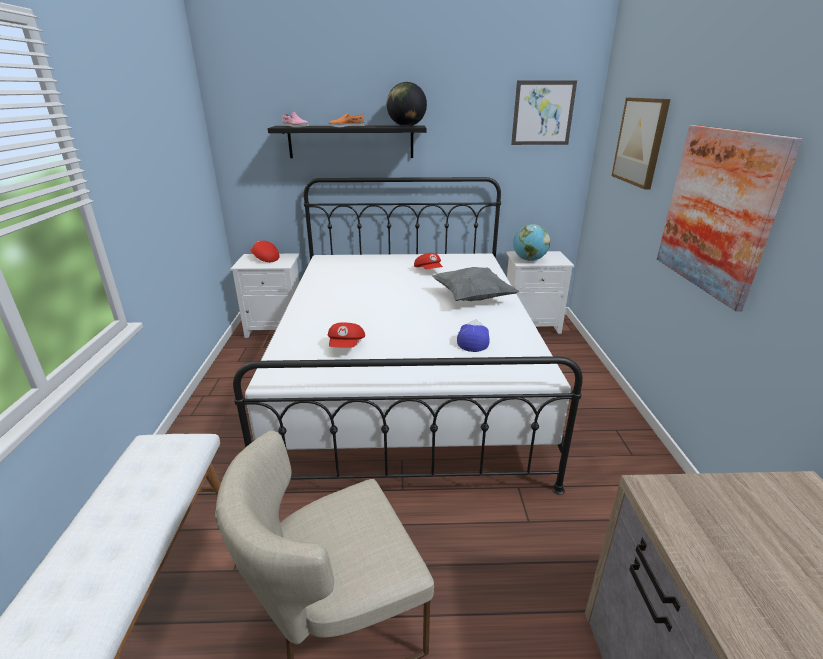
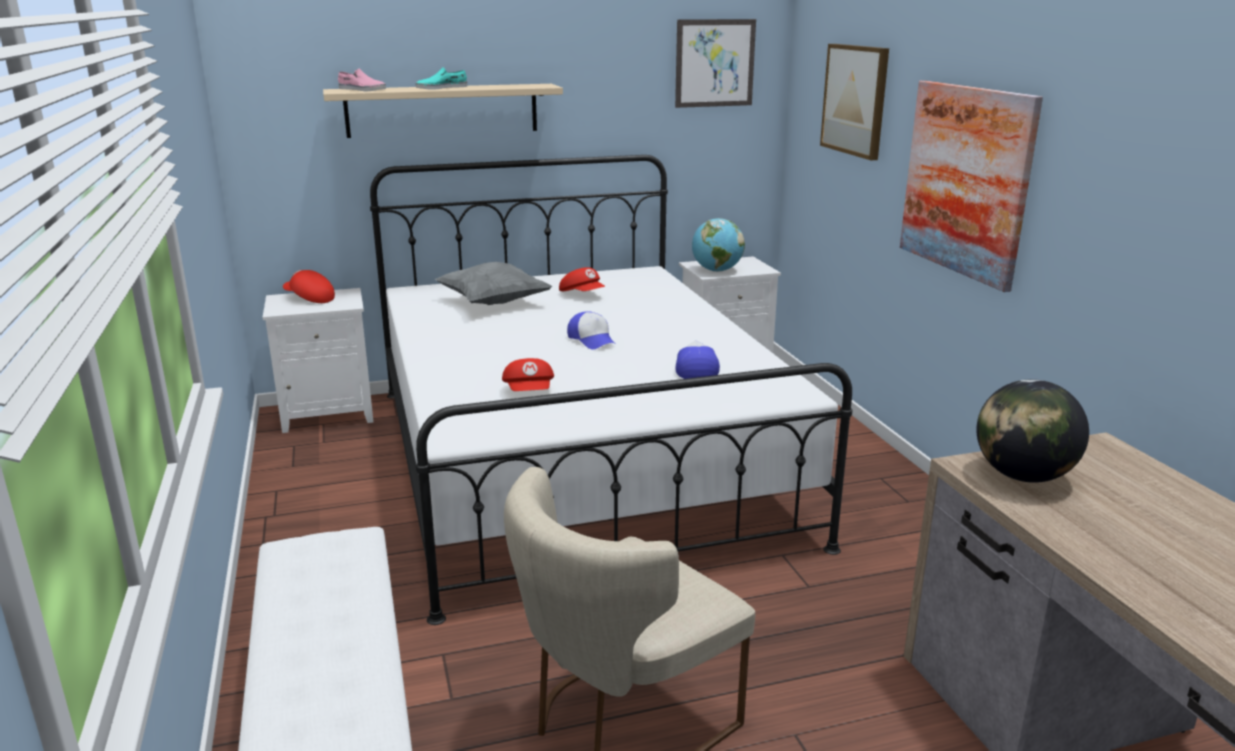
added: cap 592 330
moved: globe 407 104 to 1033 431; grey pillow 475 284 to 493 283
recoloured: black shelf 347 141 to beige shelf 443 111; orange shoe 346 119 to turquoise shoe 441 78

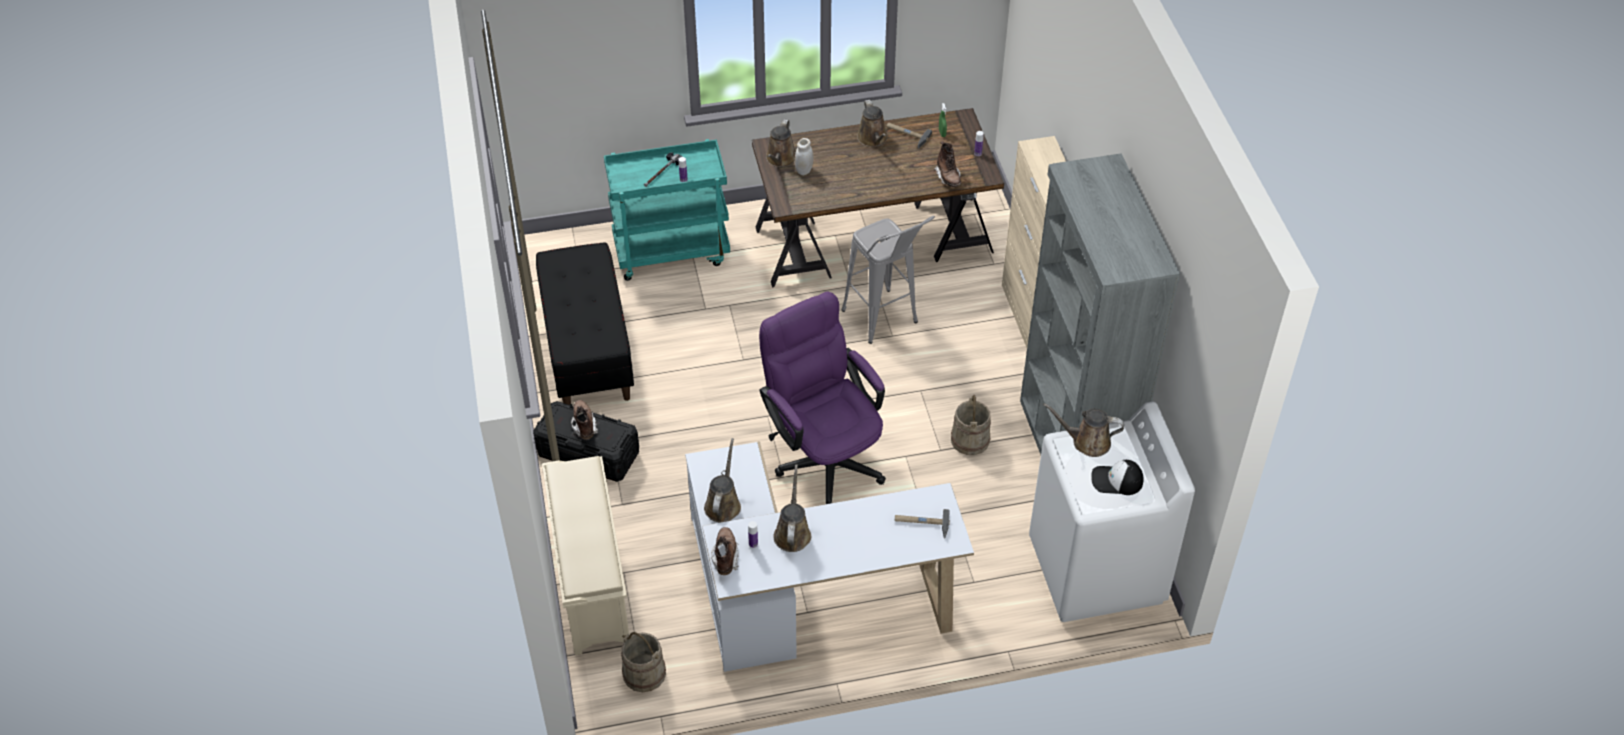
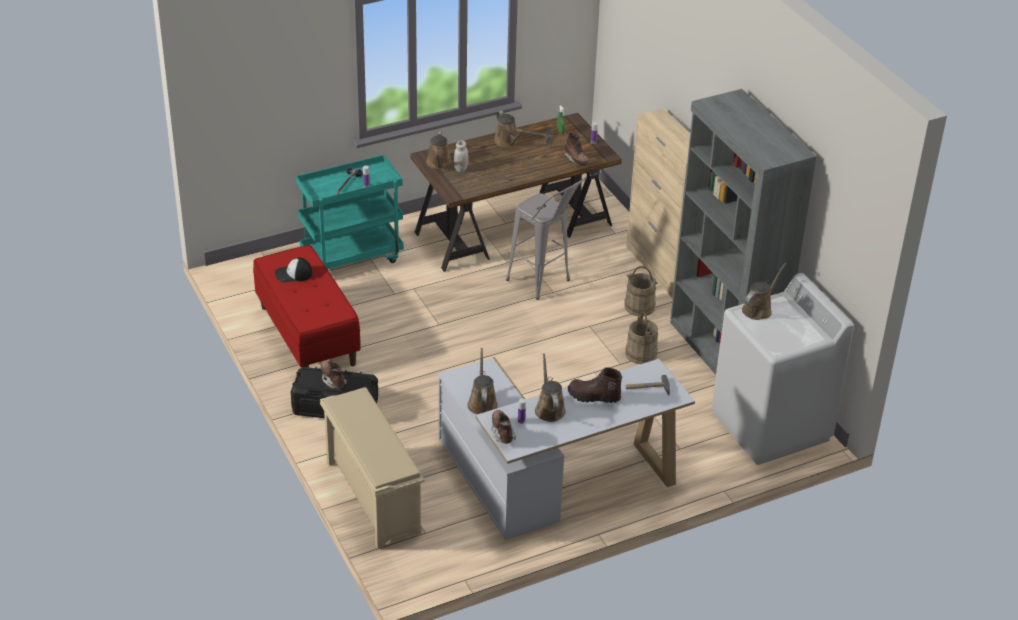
removed: purple office chair 822 397
added: brown boot 595 385
moved: beige bucket 643 662 to 641 291; cap 1117 477 to 293 269
recoloured: black bench 585 323 to red bench 307 306
turned: brown watering can 1083 430 = 764 291 135 degrees clockwise

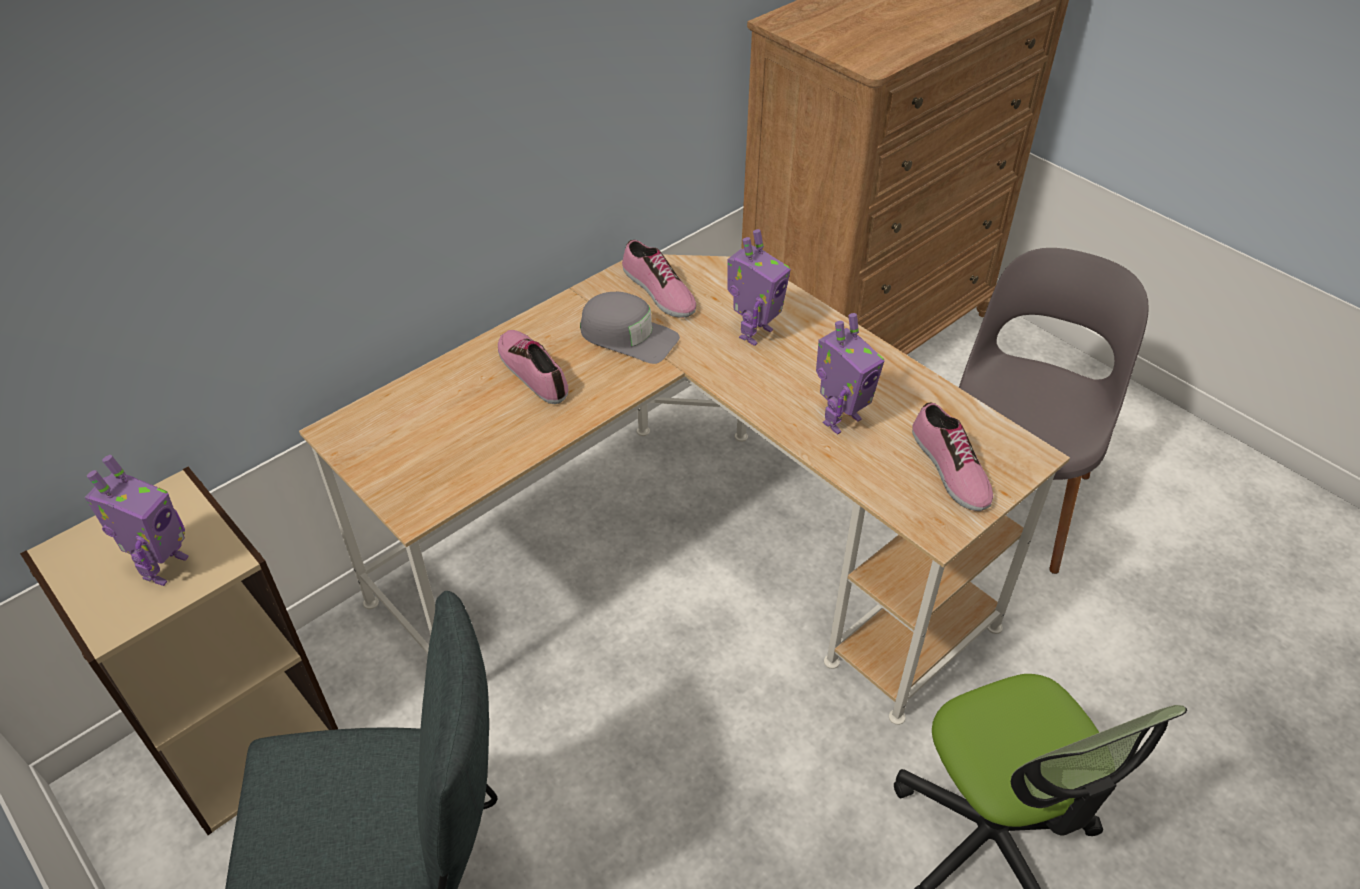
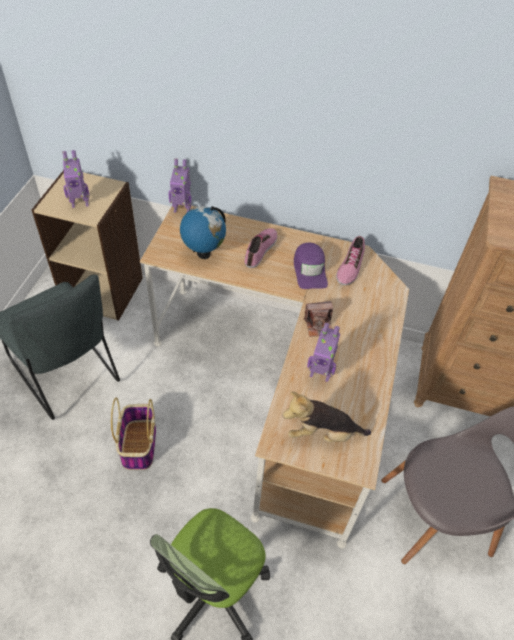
added: basket 133 433; globe 203 232; photo camera 318 319
moved: toy robot 759 287 to 179 185
replaced: shoe 952 456 to plush toy 327 416
recoloured: grey cap 630 328 to purple cap 311 266

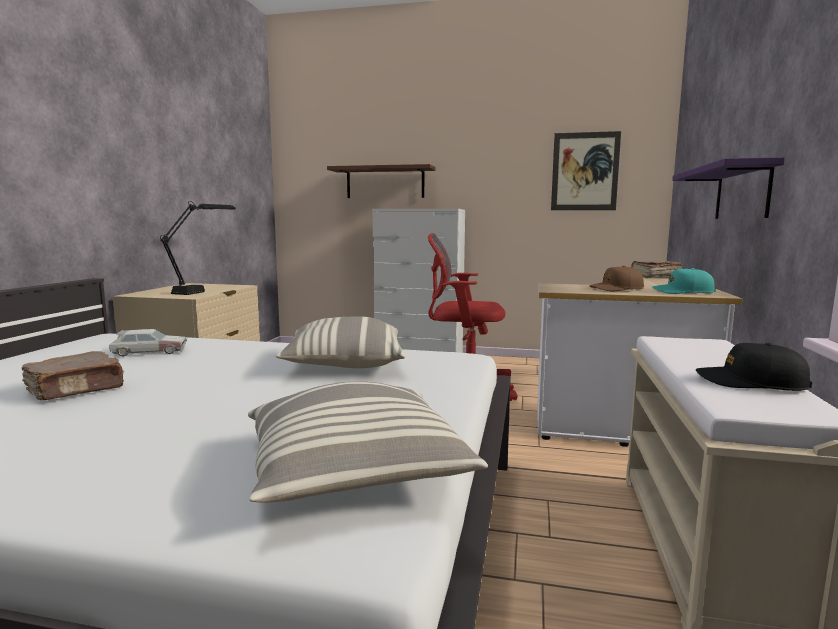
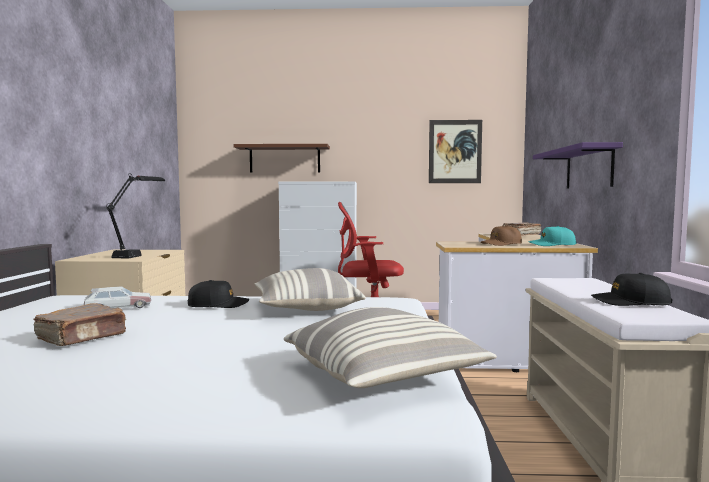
added: black cap 218 294

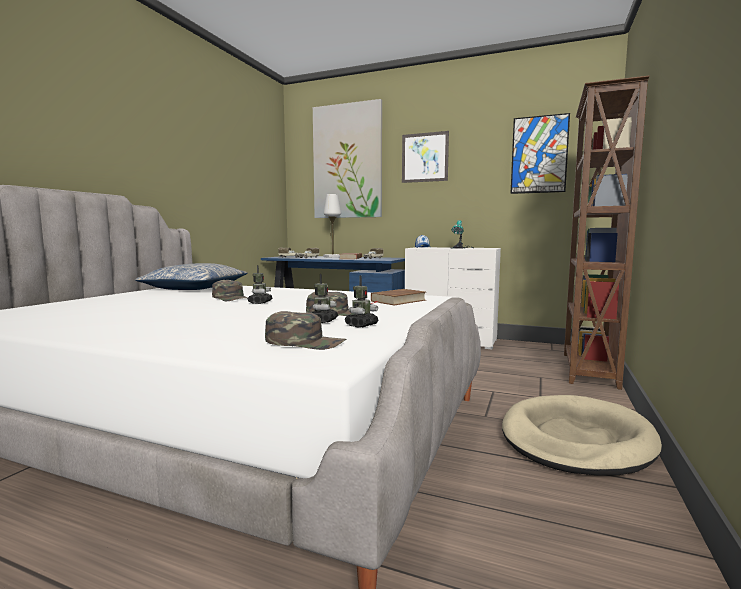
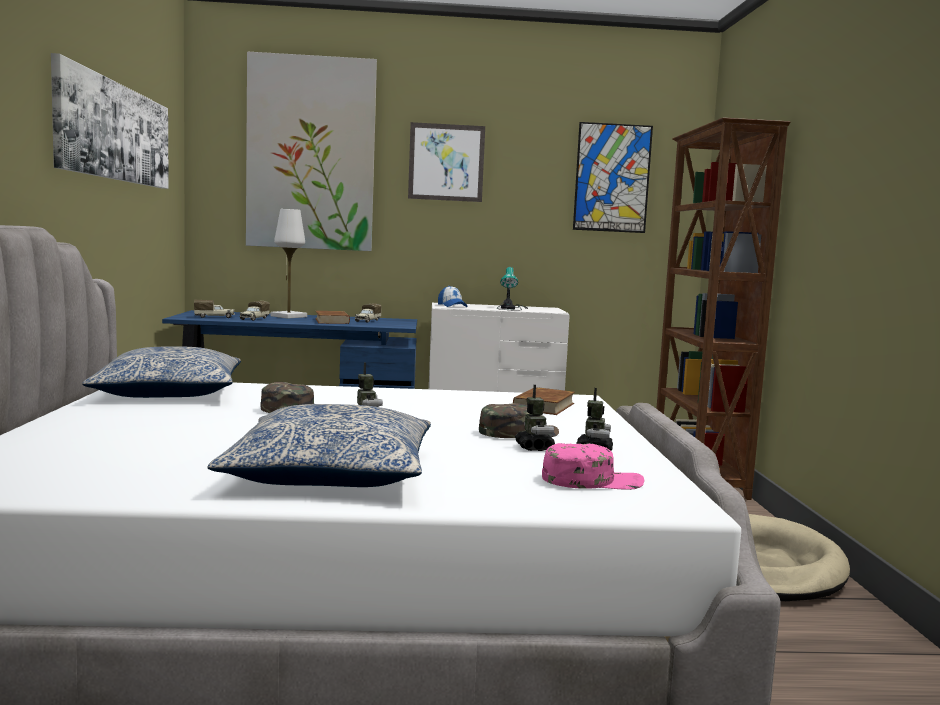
added: picture 110 121; pillow 319 445
recoloured: green cap 305 330 to pink cap 593 466

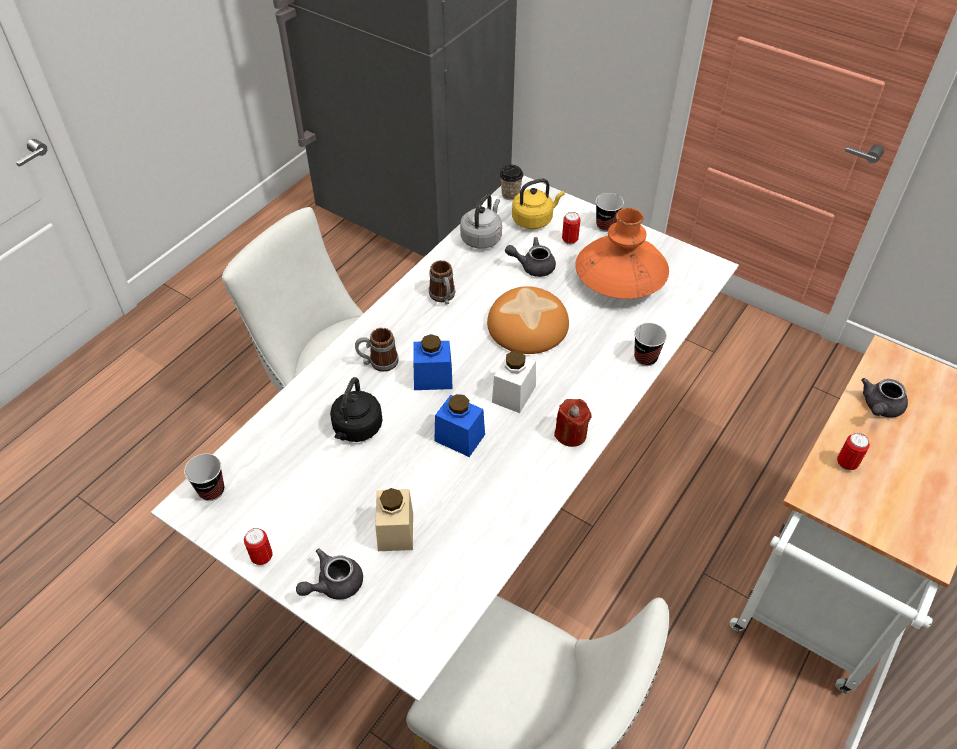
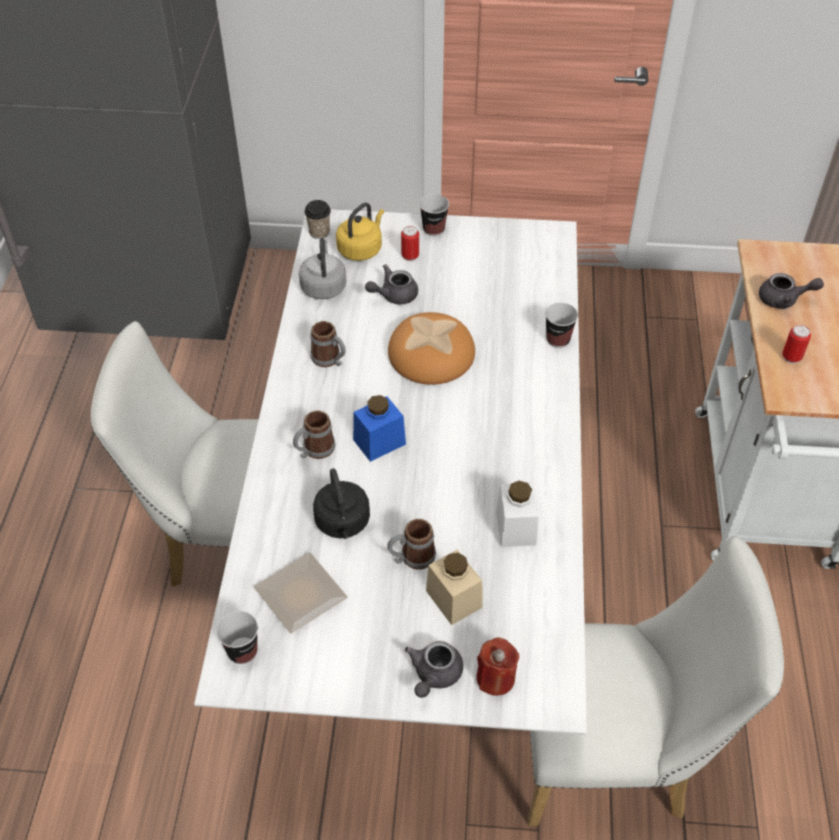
removed: can 258 546; blue jar 459 425; orange vase 622 253
added: plate 301 593; mug 411 544
moved: white jar 514 382 to 517 514; red candle 573 423 to 497 666
turned: grey teapot 884 398 = 791 291 90 degrees counterclockwise

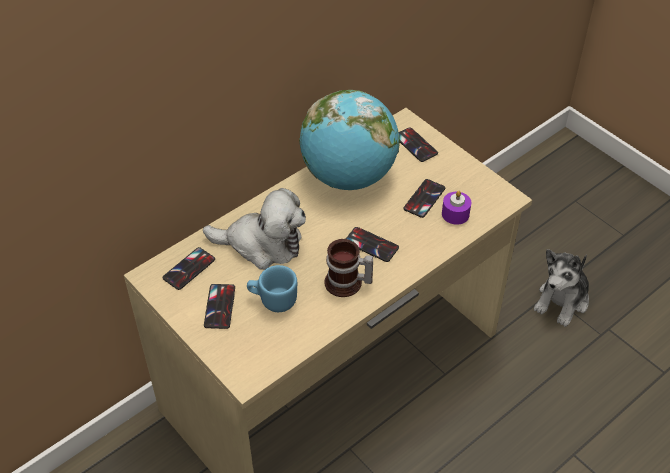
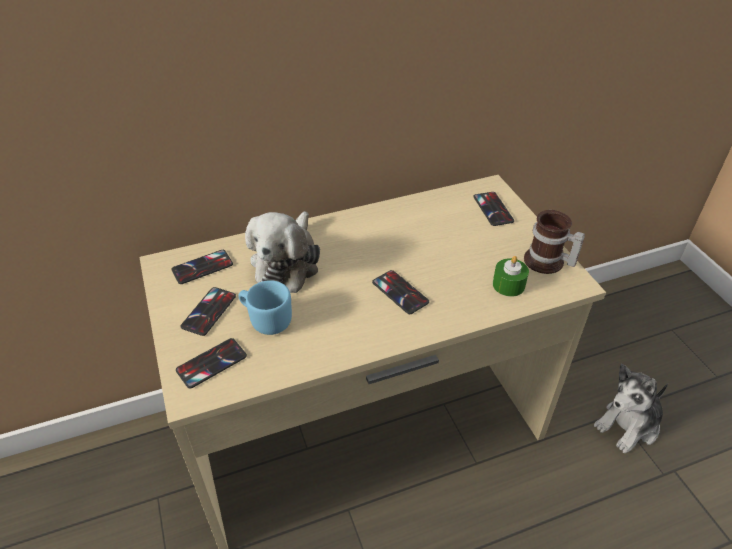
removed: globe 349 140
moved: mug 348 268 to 554 242; phone 424 198 to 211 363
recoloured: purple candle 456 208 to green candle 511 276
turned: plush toy 254 229 = 282 252 75 degrees clockwise

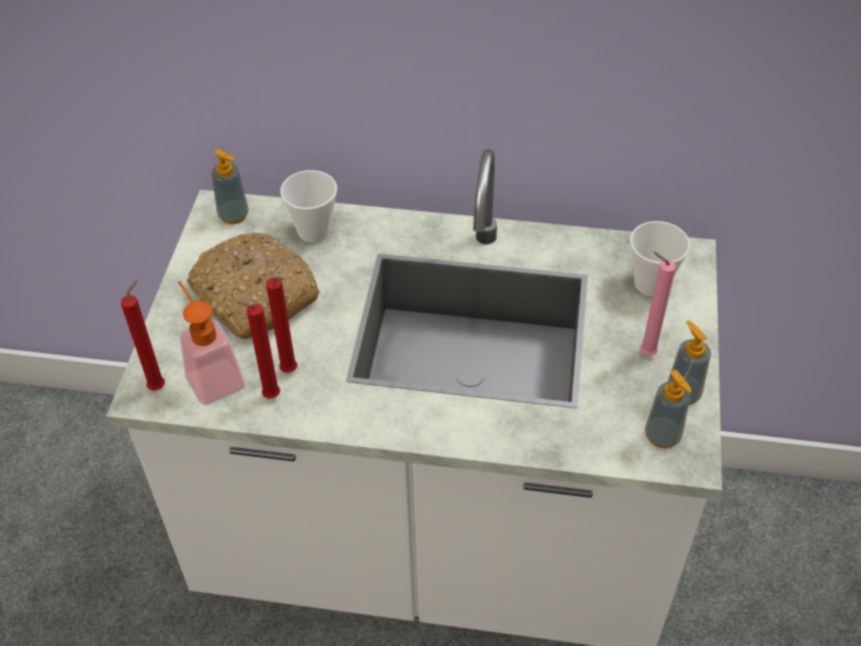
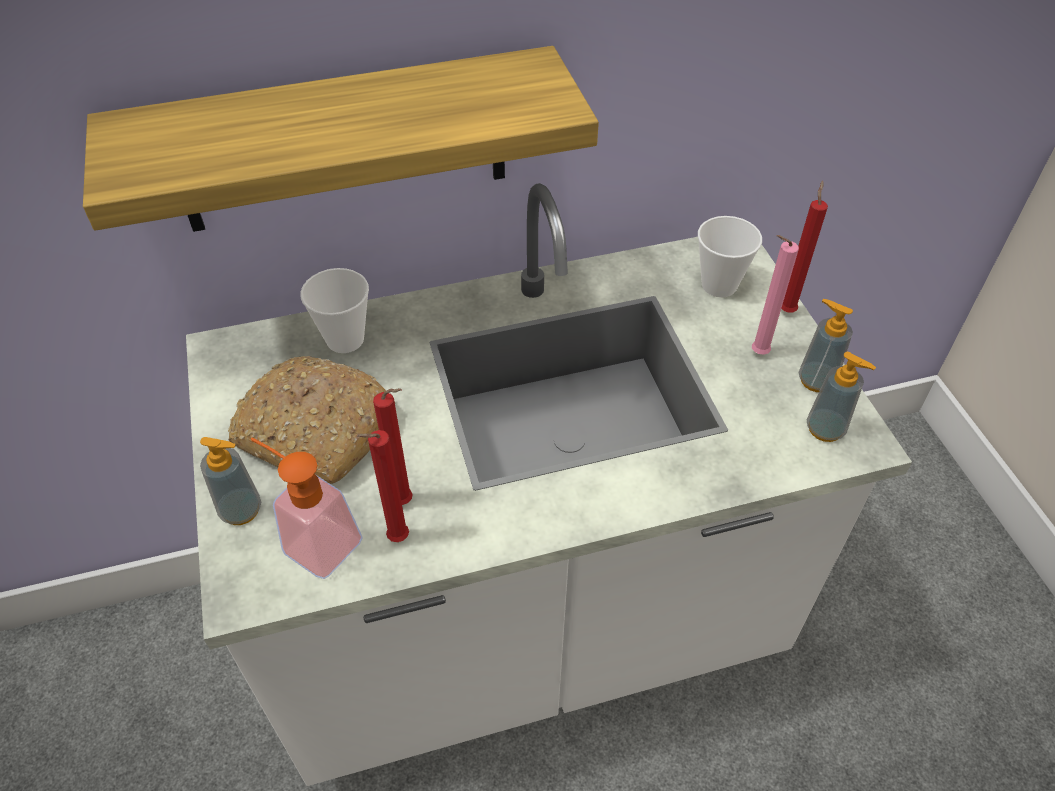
added: shelf 341 139
moved: red candle 143 335 to 804 247; soap dispenser 230 186 to 230 481

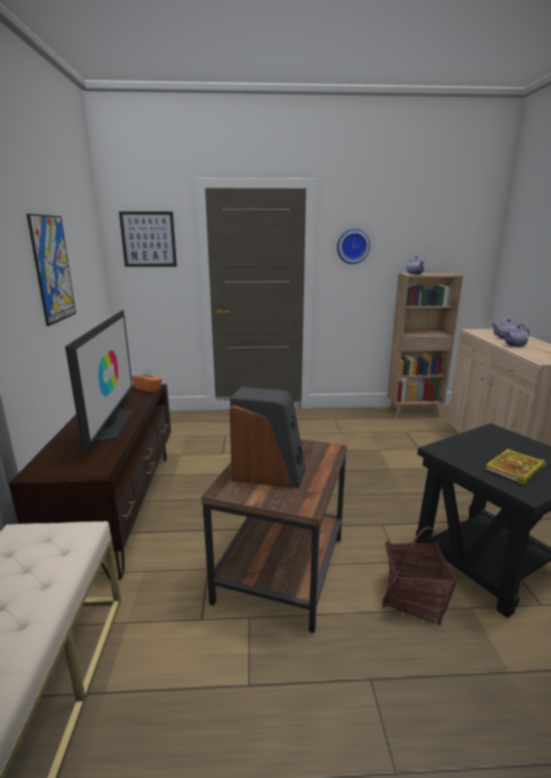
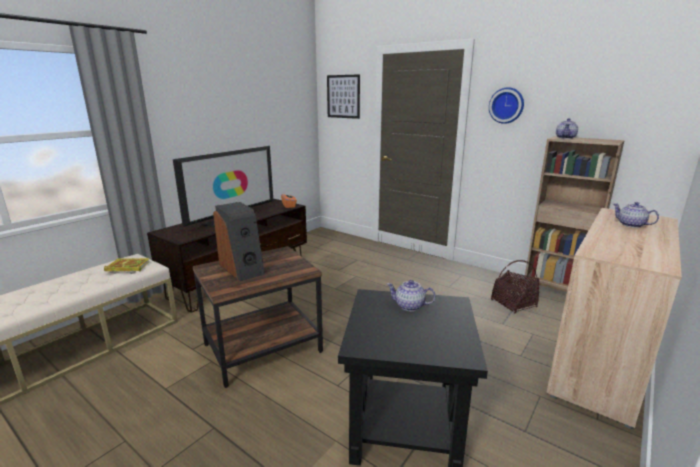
removed: picture 51 270
moved: basket 419 576 to 515 286; book 516 466 to 127 264; teapot 517 336 to 411 295

